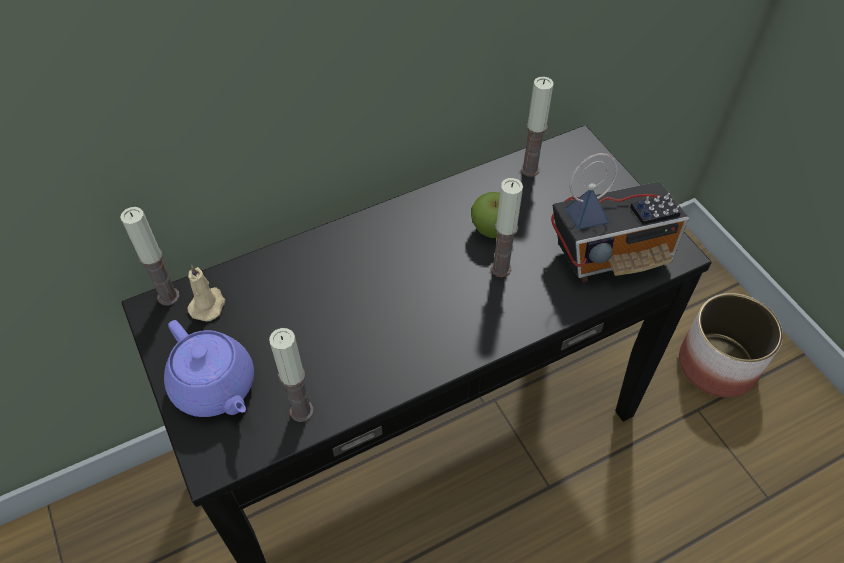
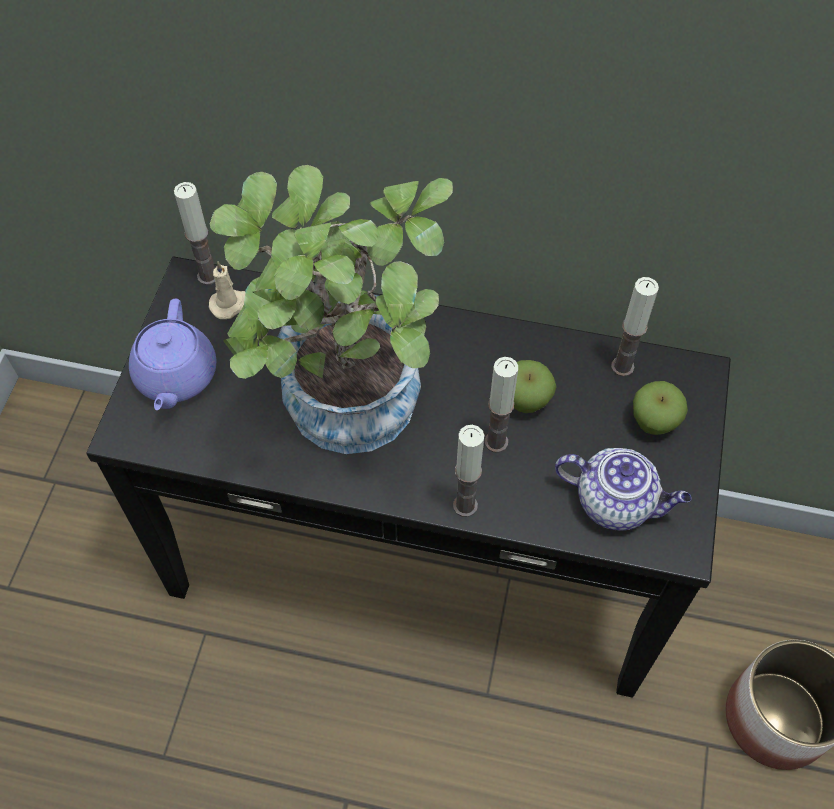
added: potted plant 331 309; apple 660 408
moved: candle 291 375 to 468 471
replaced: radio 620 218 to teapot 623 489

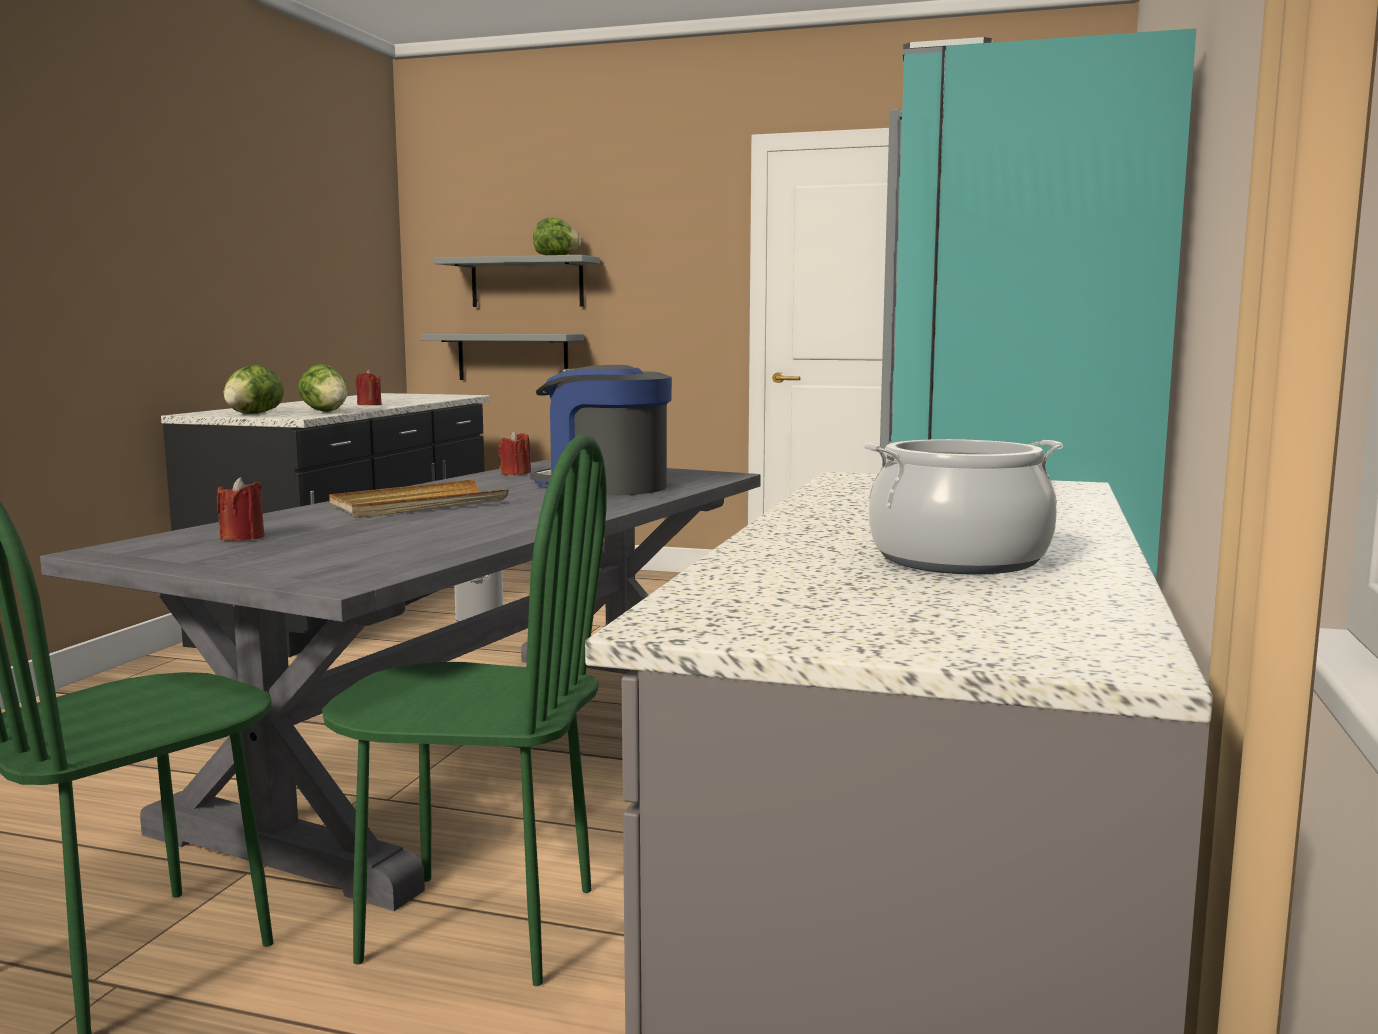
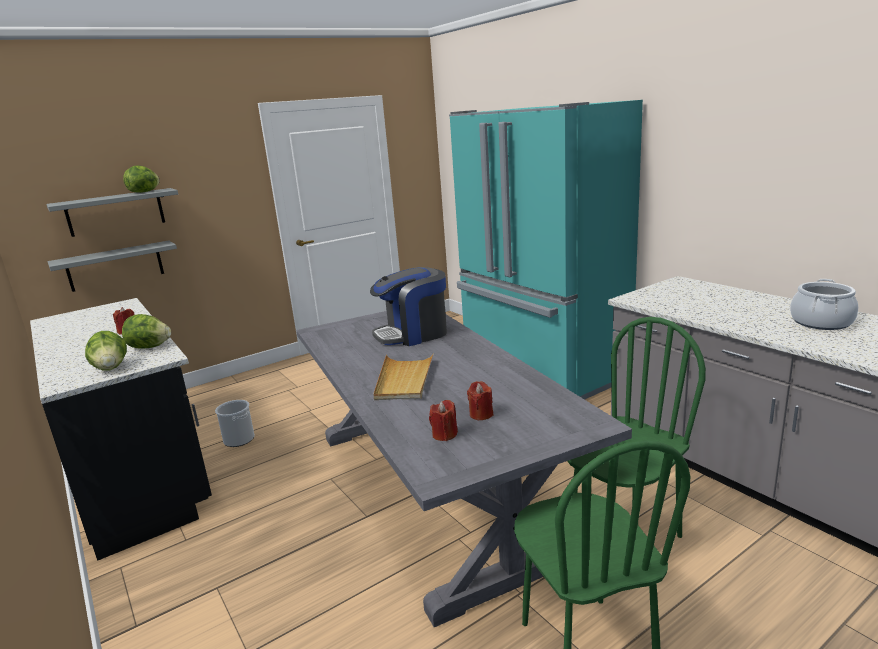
moved: red candle 514 453 to 480 400

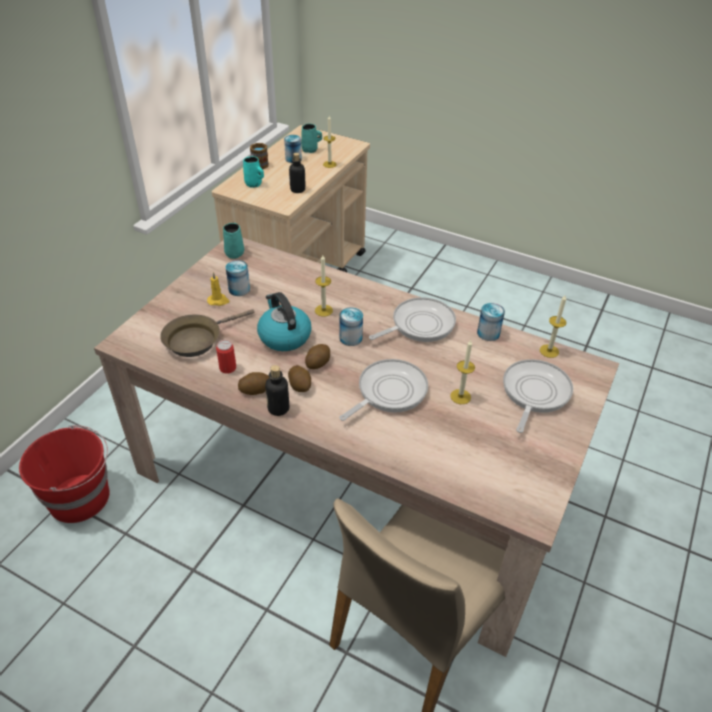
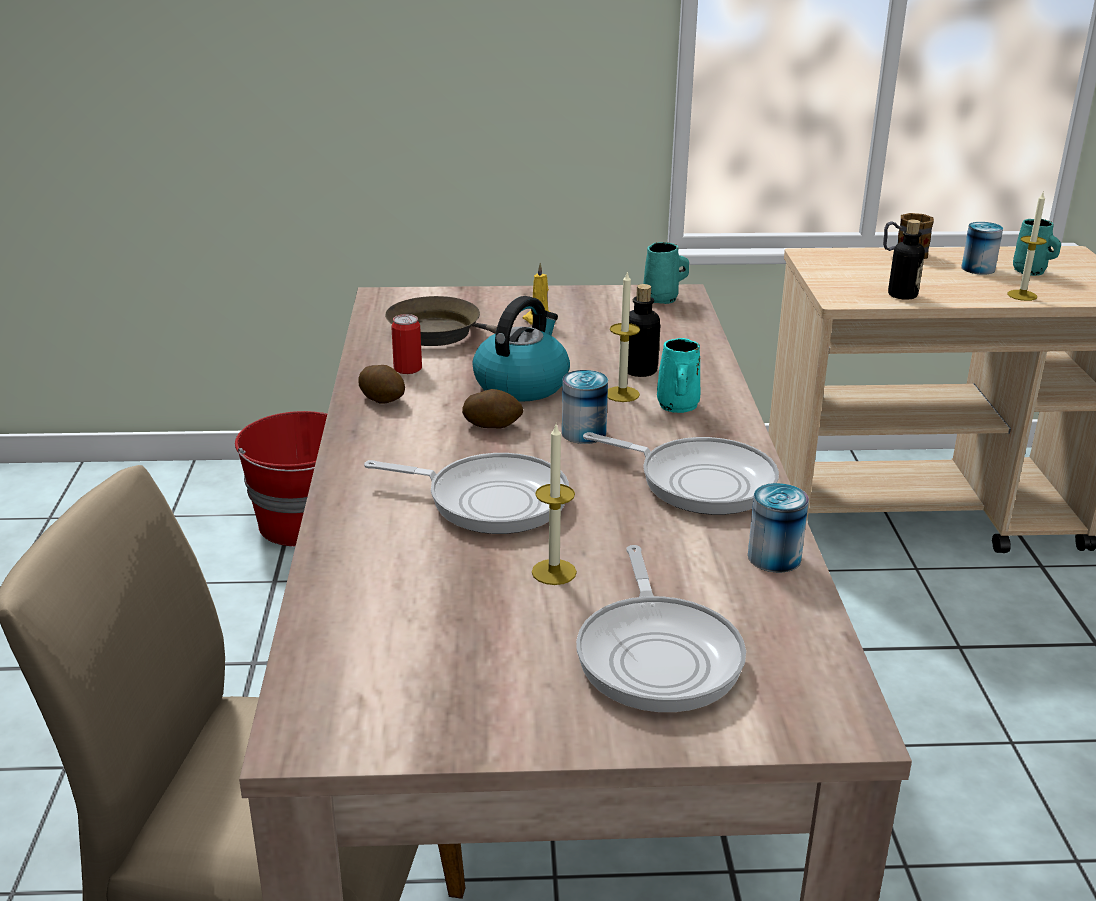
removed: can 238 278; potato 299 378; candle 553 326
moved: turquoise mug 253 172 to 678 375; bottle 277 390 to 644 330
turned: frying pan 538 396 = 661 628 90 degrees clockwise

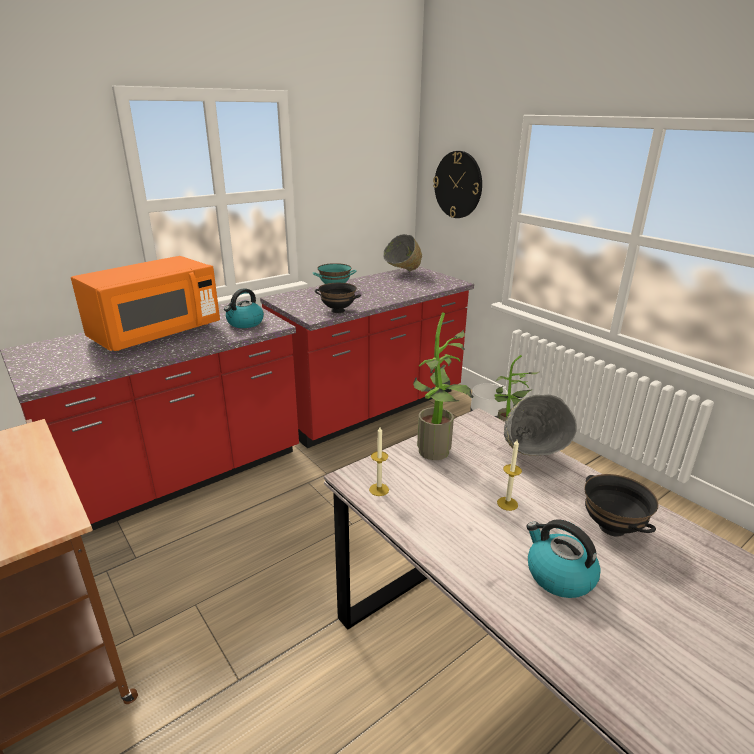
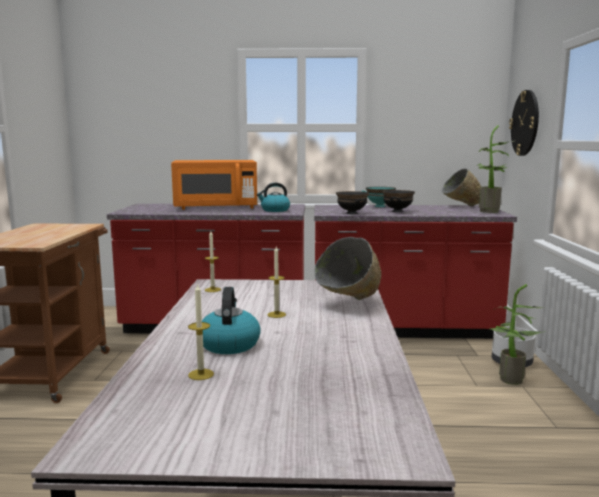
added: candle 201 331
moved: potted plant 443 386 to 496 169; black bowl 622 505 to 398 201

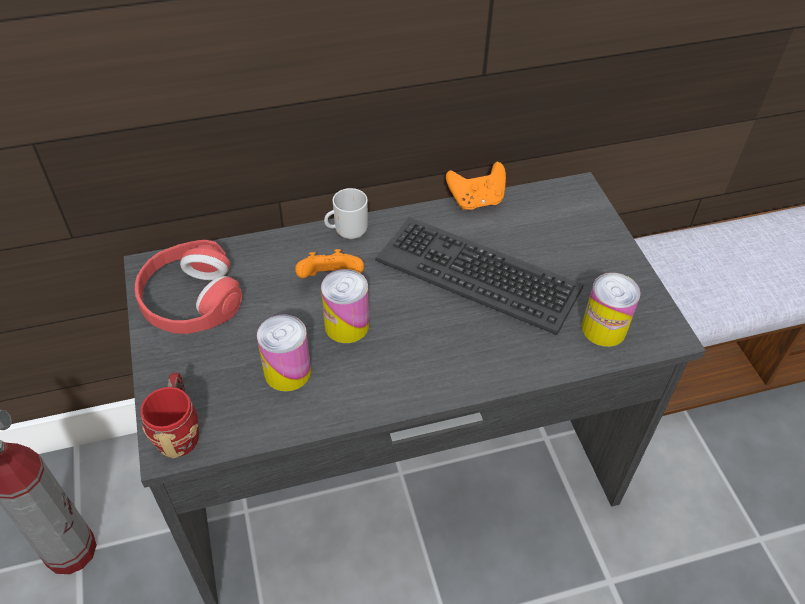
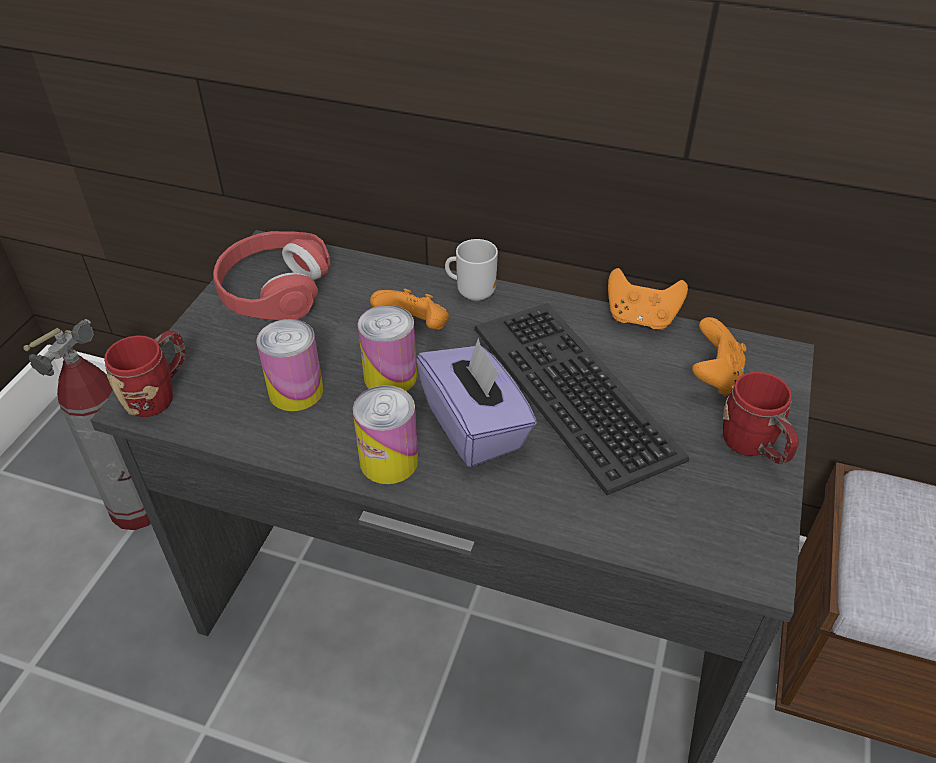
added: purple tissue box 476 402; orange game controller 719 356; red mug 761 418
moved: can 611 310 to 385 434

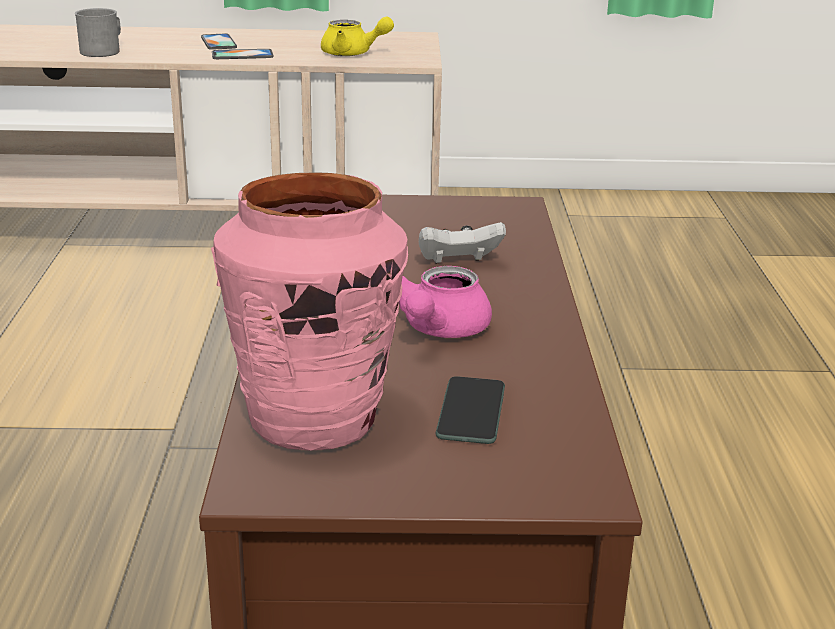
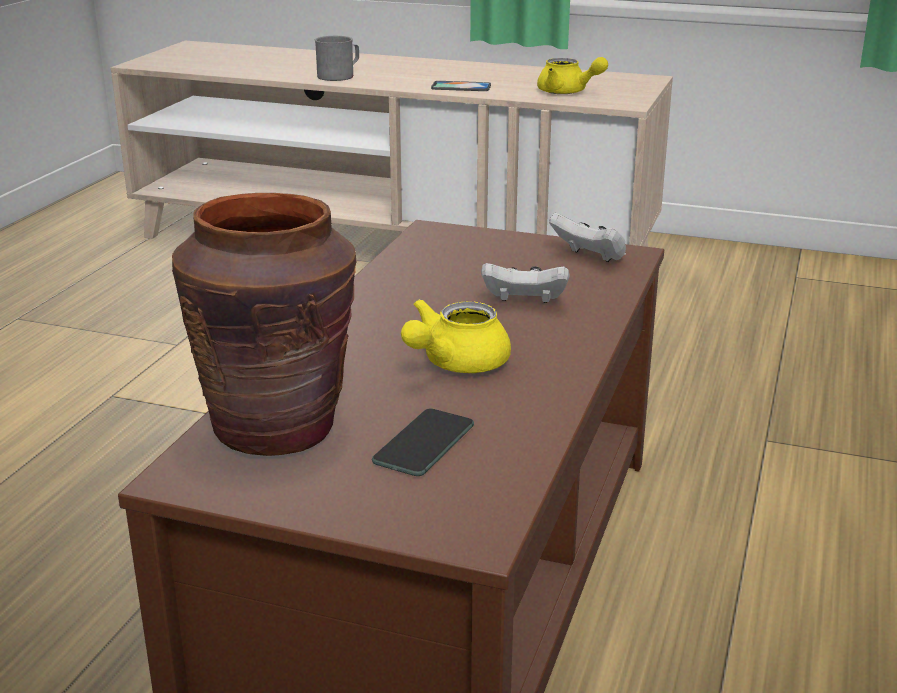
removed: phone 219 41
added: white game controller 587 237
recoloured: pink vase 309 311 to brown vase 264 324; pink teapot 445 302 to yellow teapot 456 336

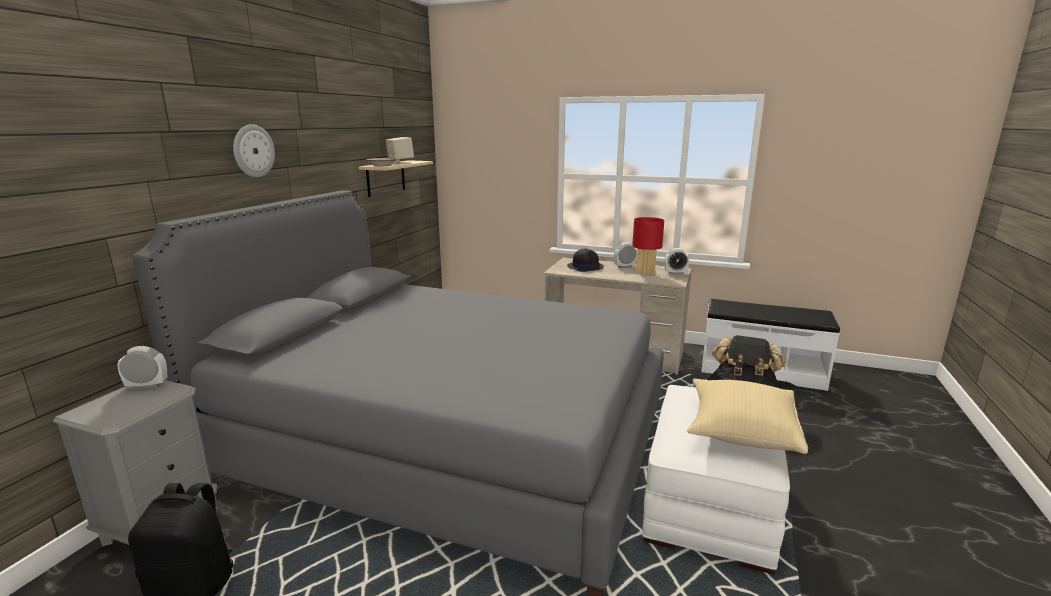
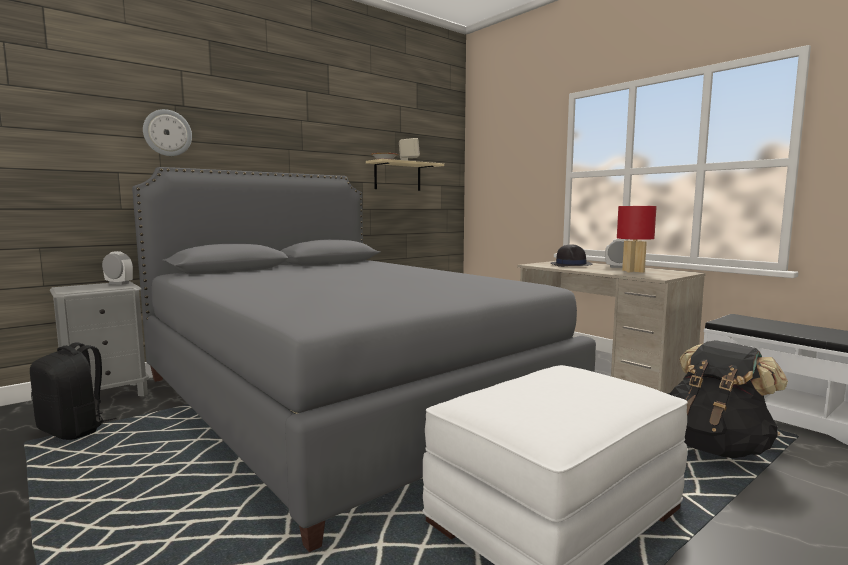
removed: alarm clock 676 261; beige pillow 747 416
moved: wall clock 254 150 to 167 132

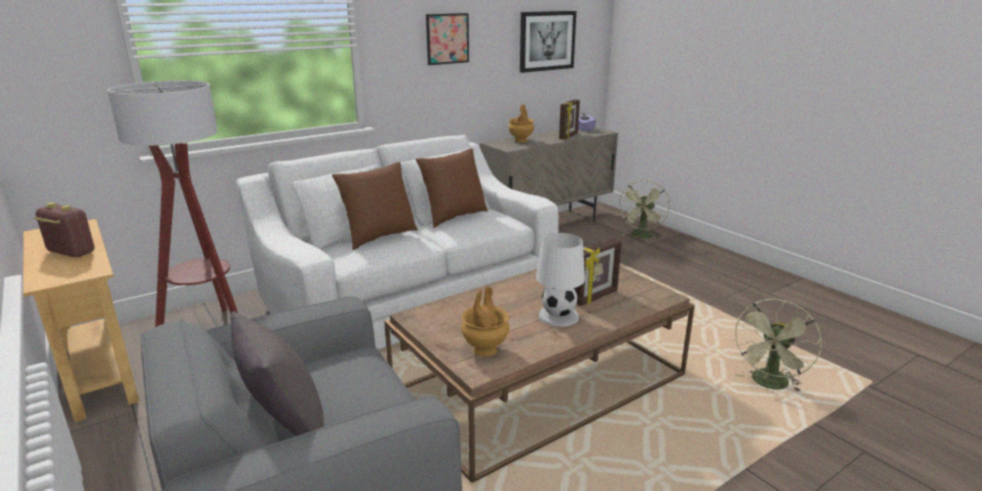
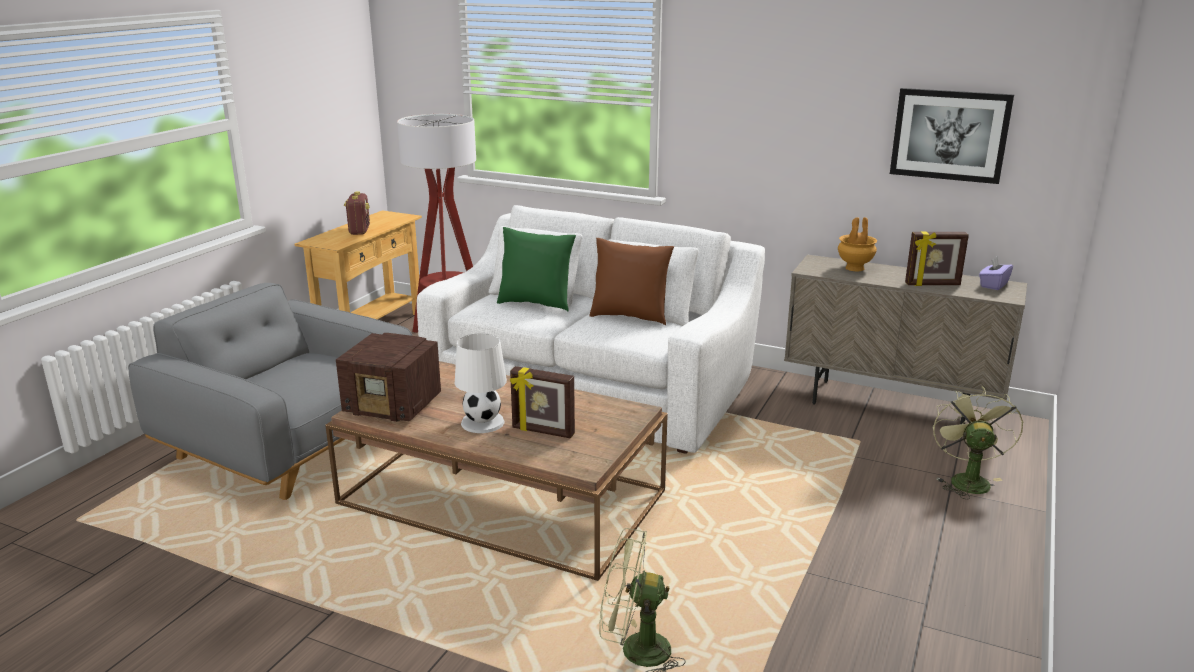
removed: grey pillow 277 373; picture 447 39
replaced: brown vase 485 322 to radio 388 377
recoloured: brown pillow 375 206 to green pillow 536 269
turned: green fan 644 209 = 978 443 105 degrees clockwise

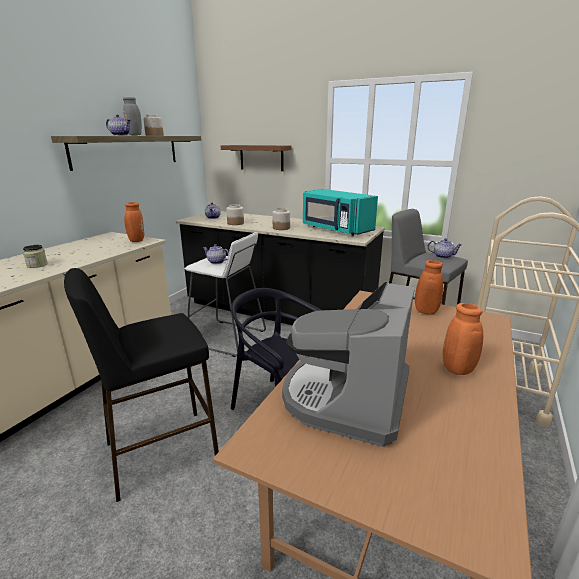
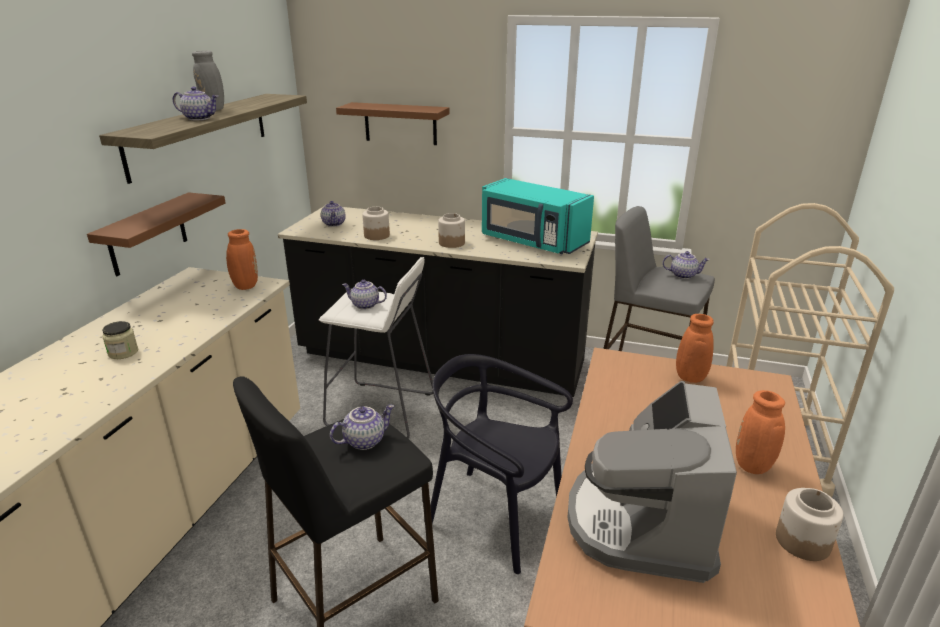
added: brown shelf 156 234; teapot 362 427
moved: jar 153 125 to 809 524

